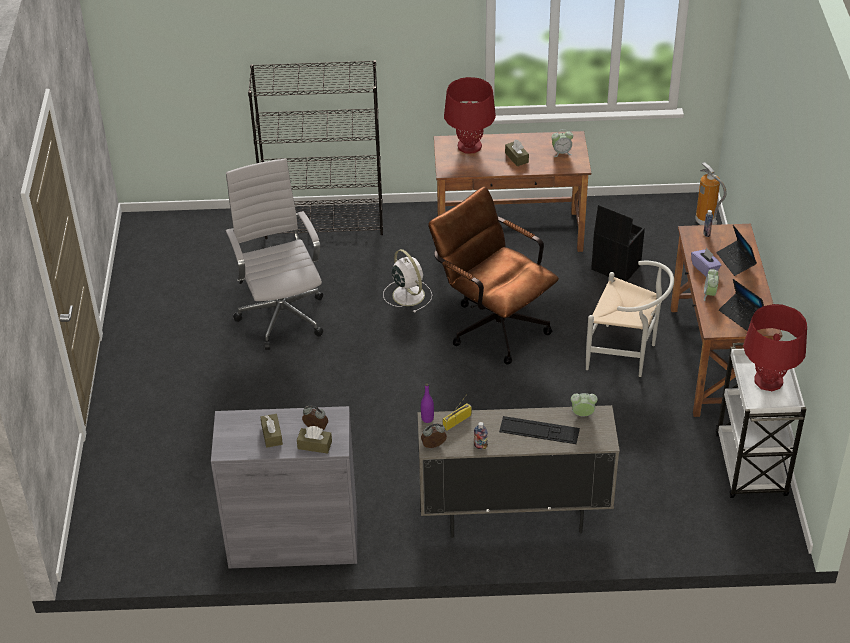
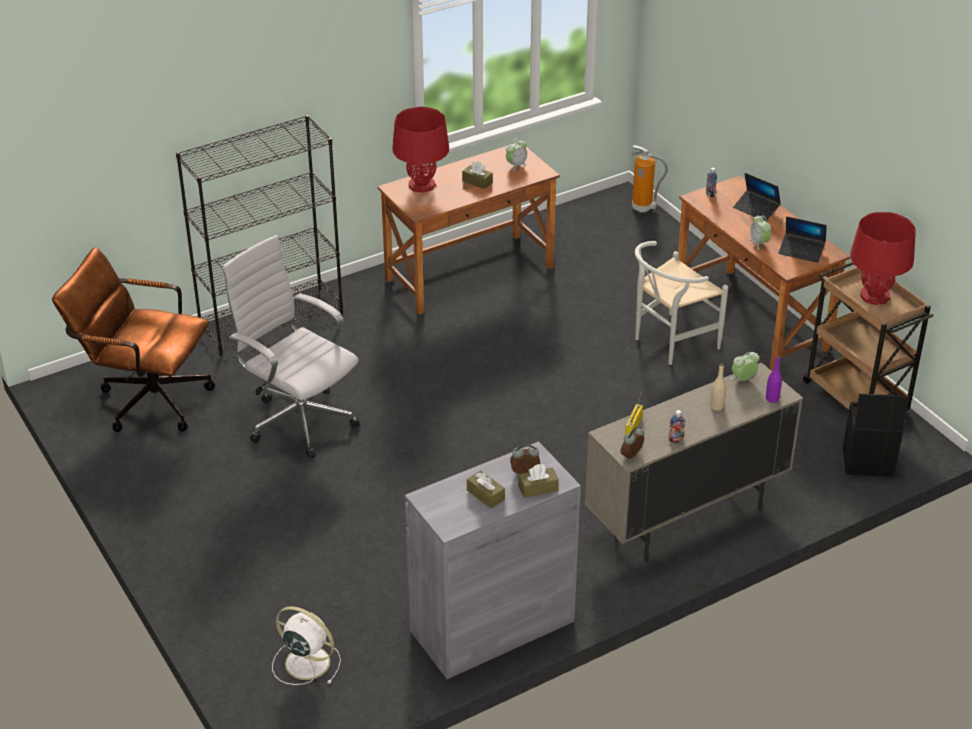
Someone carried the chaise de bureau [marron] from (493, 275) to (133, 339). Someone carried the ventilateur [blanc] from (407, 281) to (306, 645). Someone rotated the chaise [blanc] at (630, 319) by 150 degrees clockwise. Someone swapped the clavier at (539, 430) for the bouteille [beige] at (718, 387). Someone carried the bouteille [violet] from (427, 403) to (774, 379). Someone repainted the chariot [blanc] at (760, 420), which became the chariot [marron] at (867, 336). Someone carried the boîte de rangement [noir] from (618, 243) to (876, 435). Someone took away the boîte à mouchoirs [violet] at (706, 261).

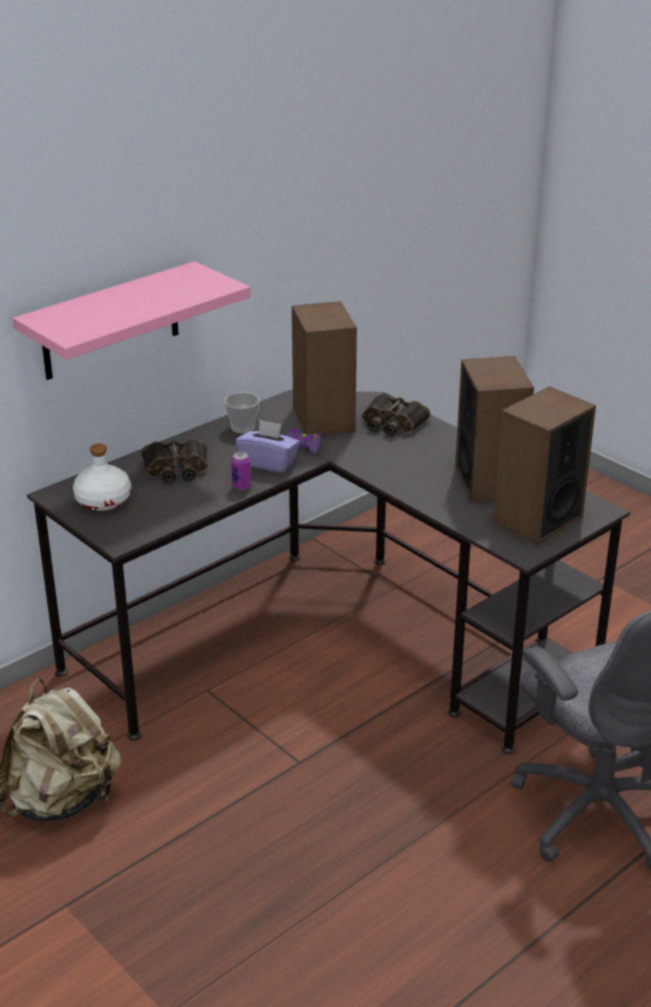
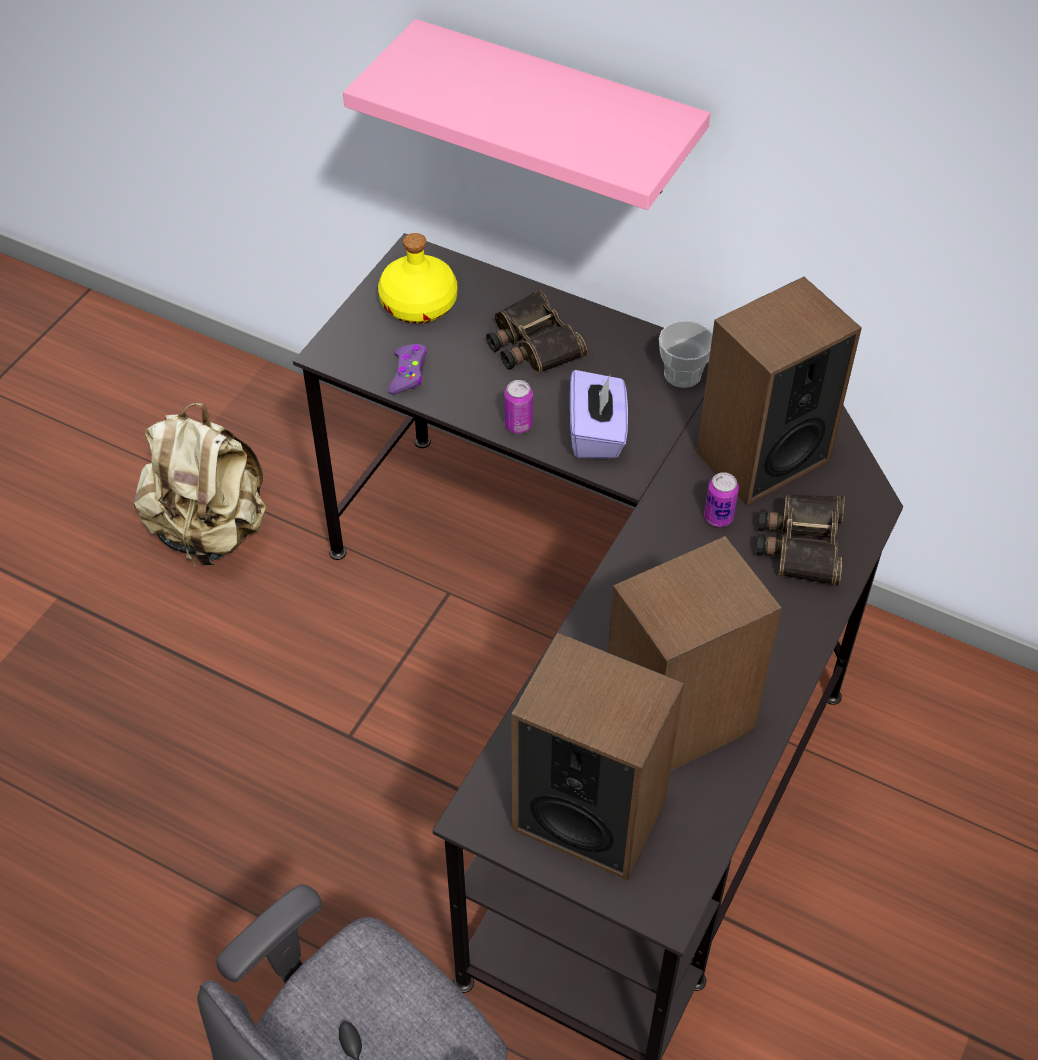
Someone repainted the bouteille [blanc] at (102, 477), which became the bouteille [jaune] at (417, 278). Someone carried the manette [violet] from (303, 441) to (407, 369). Someone put down the boîte métallique at (721, 499).

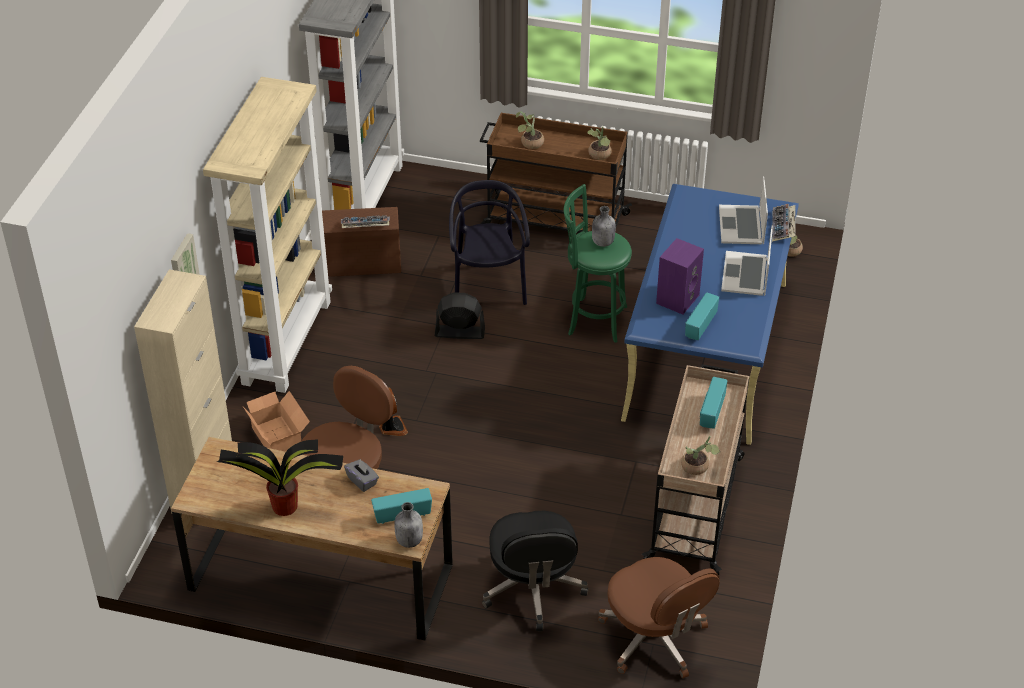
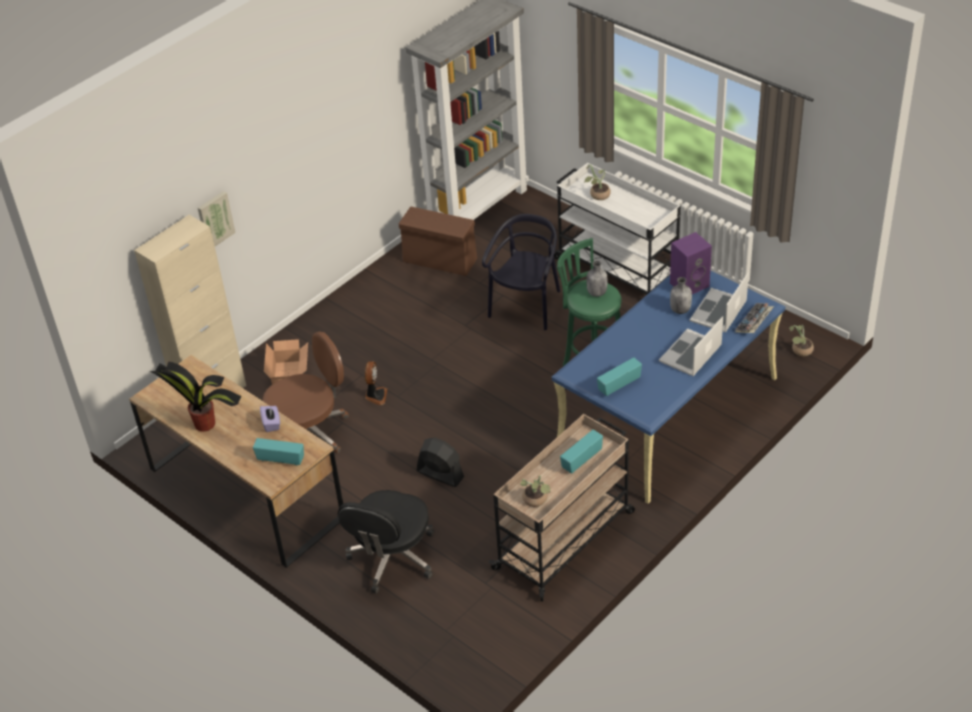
Someone repainted the boîte à mouchoirs [gris] at (361, 475), which became the boîte à mouchoirs [violet] at (270, 419). Someone carried the ventilateur [noir] from (460, 315) to (440, 462). Someone repainted the chariot [marron] at (556, 173), which became the chariot [blanc] at (617, 228). Someone carried the enceinte [violet] from (680, 276) to (691, 263). Someone carried the bouteille [gris] from (408, 525) to (681, 295). Someone took away the bibliothèque [beige] at (267, 235). Someone took away the clavier at (365, 221). Someone took away the plante en pot at (599, 143). Someone took away the chaise de bureau [marron] at (659, 617).

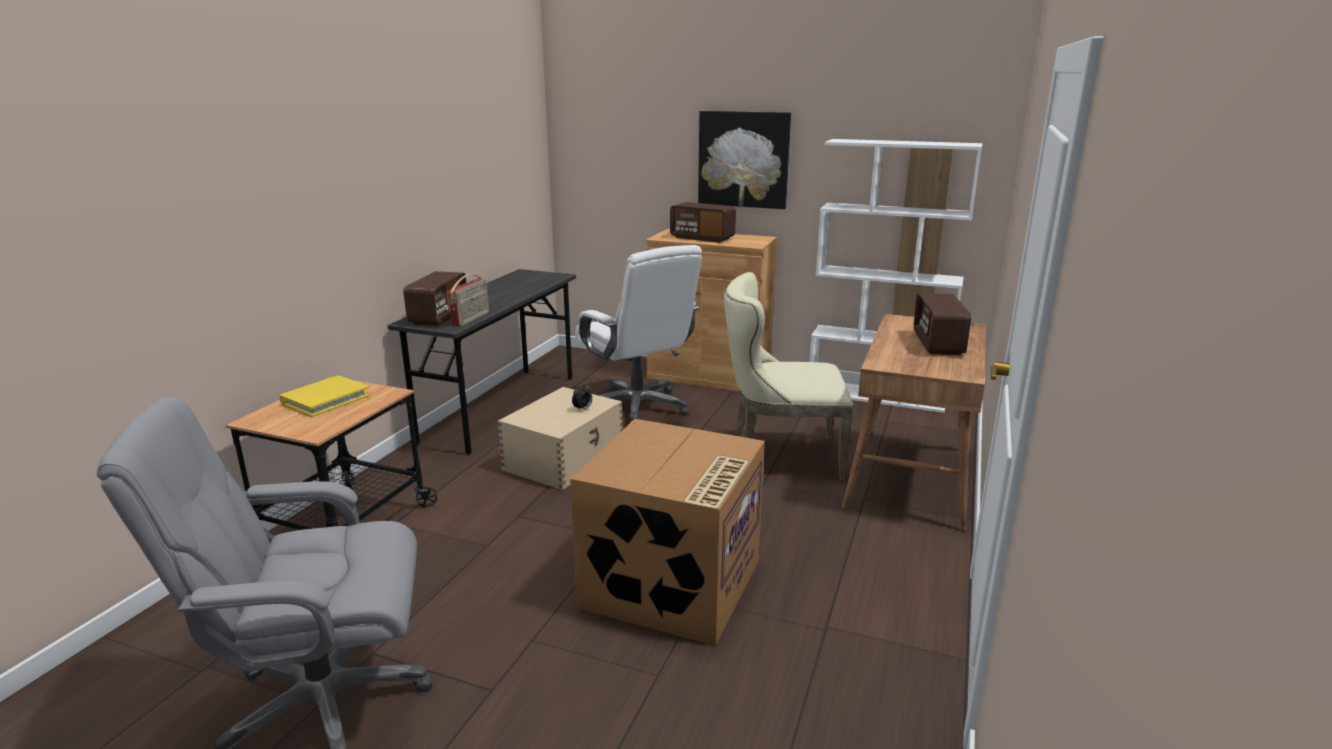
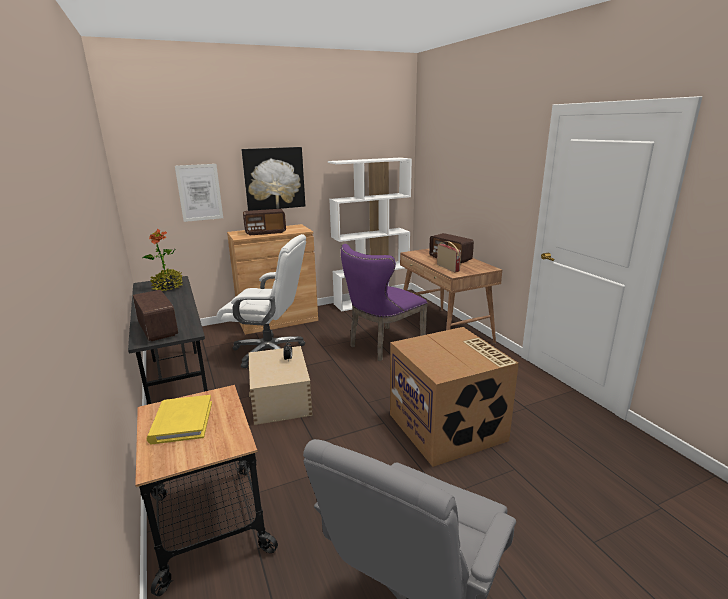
Someone put down the plante en pot at (162, 260). Someone put up the tableau at (199, 193). Someone repainted the chaise [beige] at (789, 376), which became the chaise [violet] at (384, 302). Someone carried the radio from (469, 300) to (449, 256).

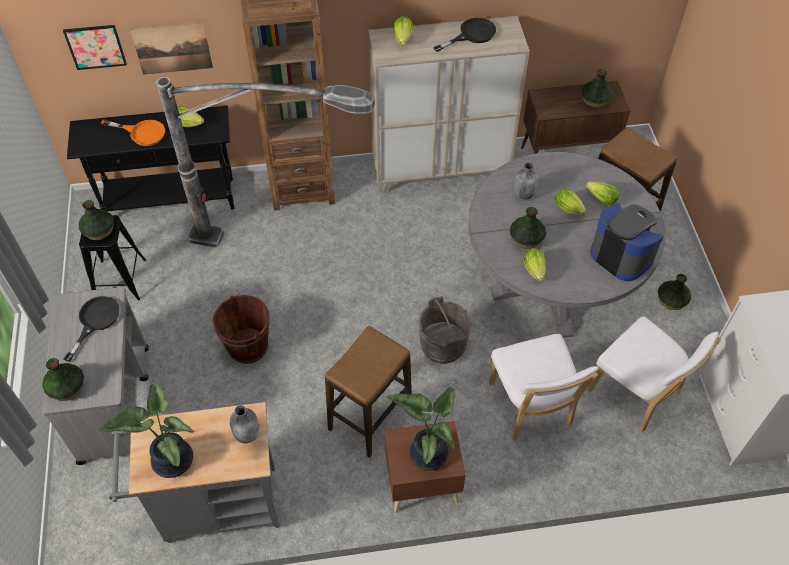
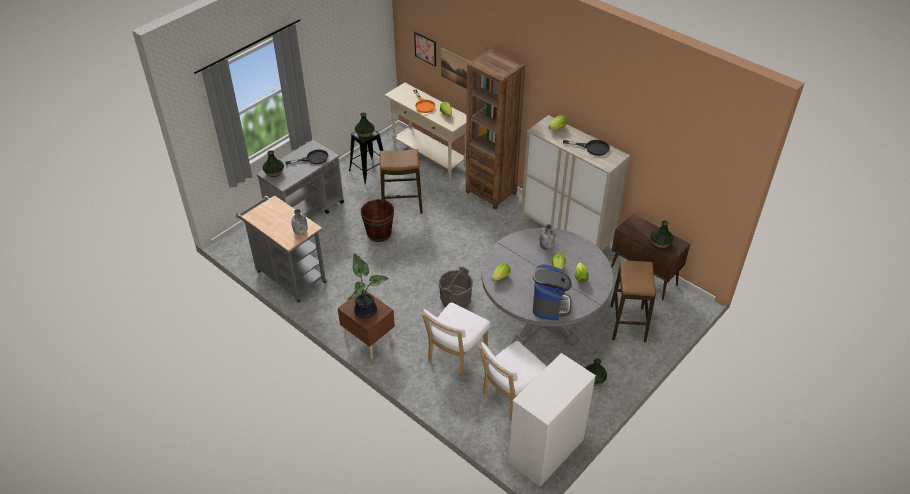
Someone carried the tabouret from (368, 392) to (401, 181). Someone repainted the table console [noir] at (150, 159), which became the table console [beige] at (425, 131). Someone rotated the chaise [blanc] at (654, 374) by 45 degrees clockwise. Someone took away the plante en pot at (146, 430). Someone took away the lampadaire at (265, 162). Someone took away the vase at (528, 228).

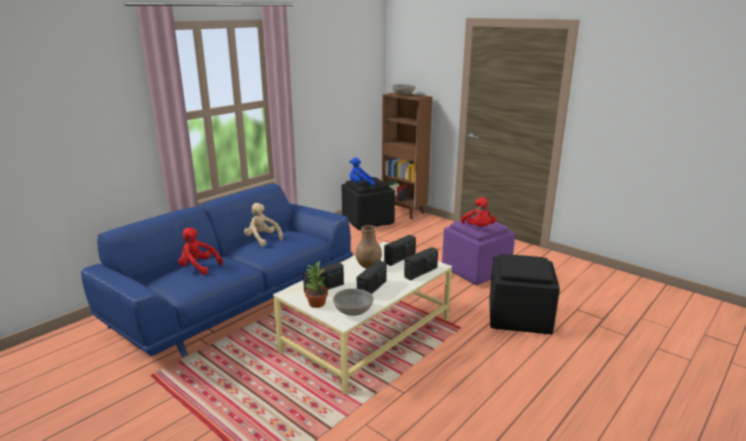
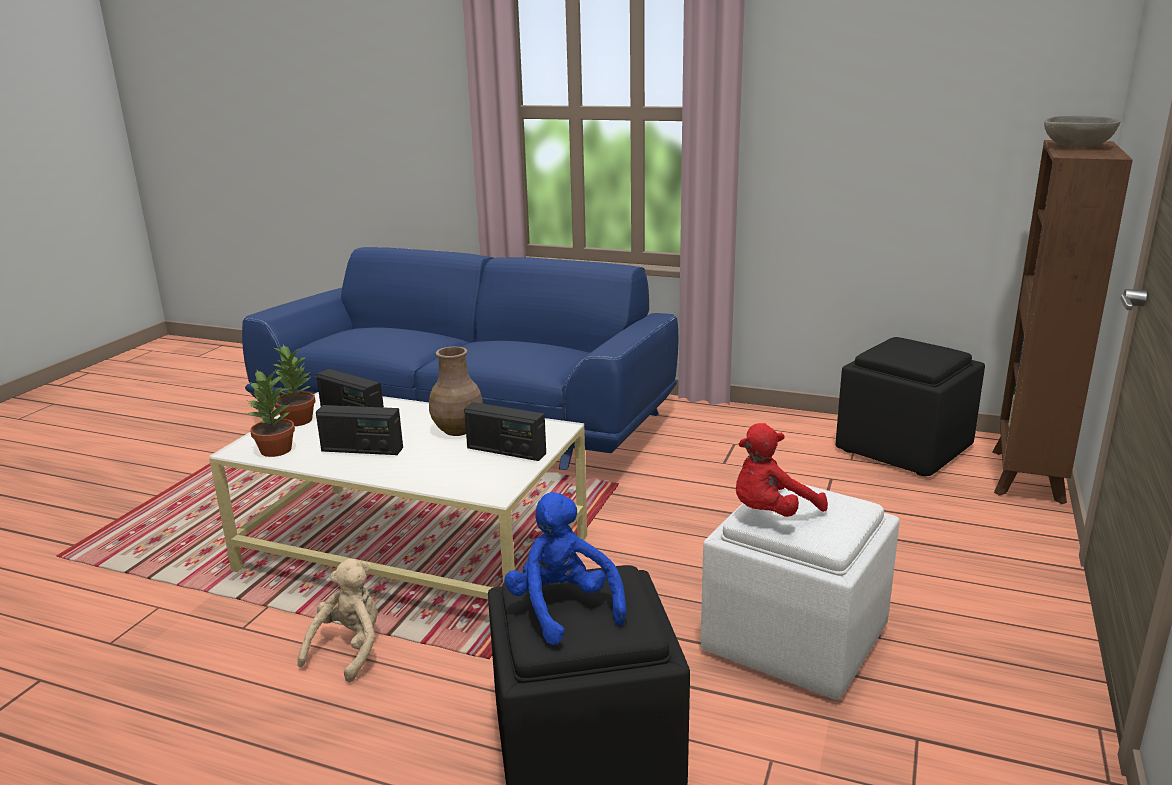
Someone swapped the bol [gris] at (353, 302) for the plante en pot at (271, 413). Someone carried the peluche [beige] from (263, 224) to (337, 620). Someone carried the peluche [bleu] from (362, 171) to (565, 568). Someone repainted the pouf [violet] at (478, 250), which became the pouf [blanc] at (800, 591). Someone took away the peluche [rouge] at (200, 251). Someone took away the radio at (421, 263).

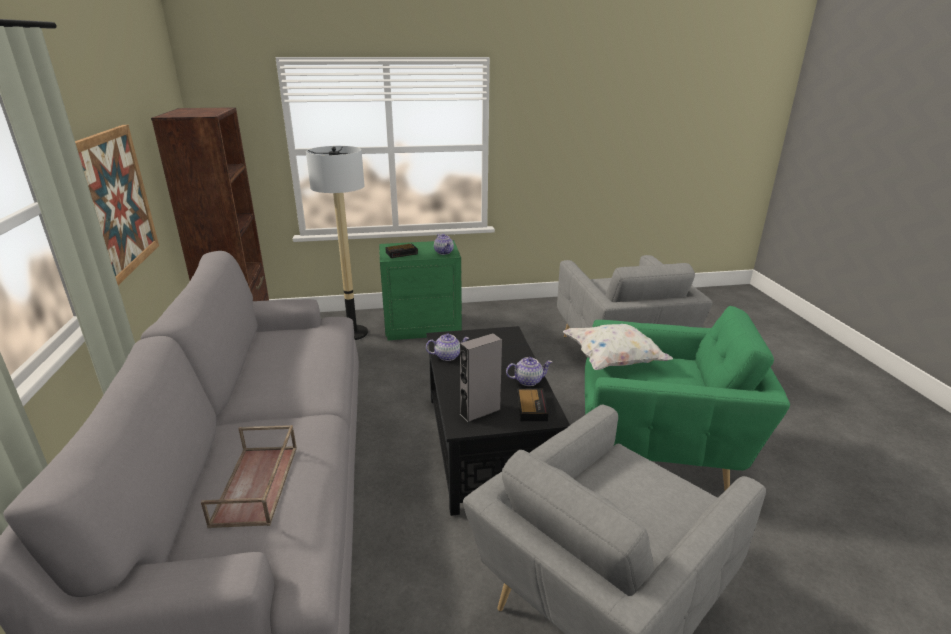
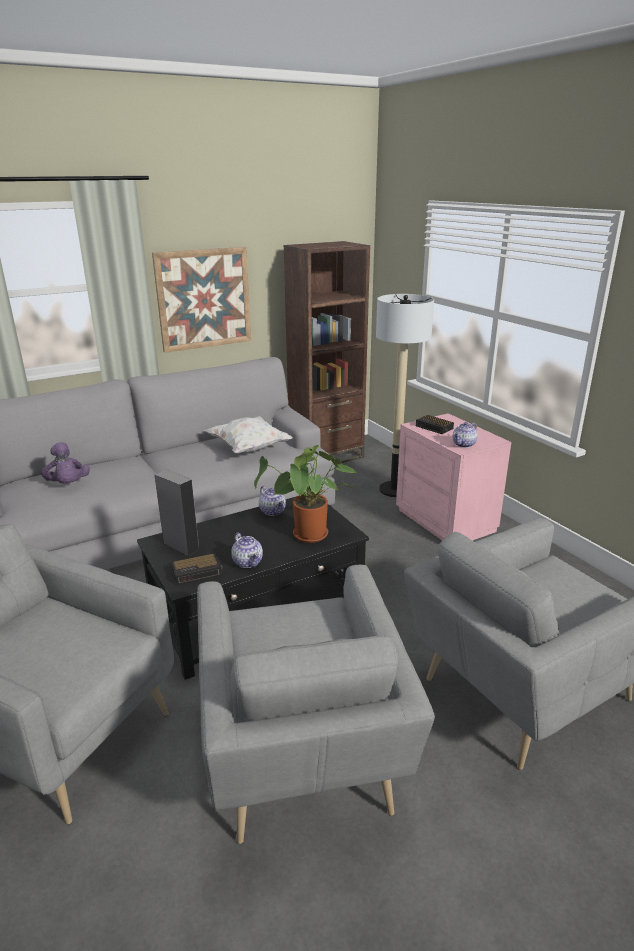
Someone swapped the plateau [marron] at (249, 476) for the peluche [violet] at (65, 463). Someone repainted the fauteuil [vert] at (687, 398), which became the fauteuil [gris] at (316, 704). Someone carried the coussin [blanc] from (618, 347) to (249, 435). Someone put down the plante en pot at (305, 494). Someone repainted the table de chevet [vert] at (420, 290), which became the table de chevet [rose] at (453, 477).

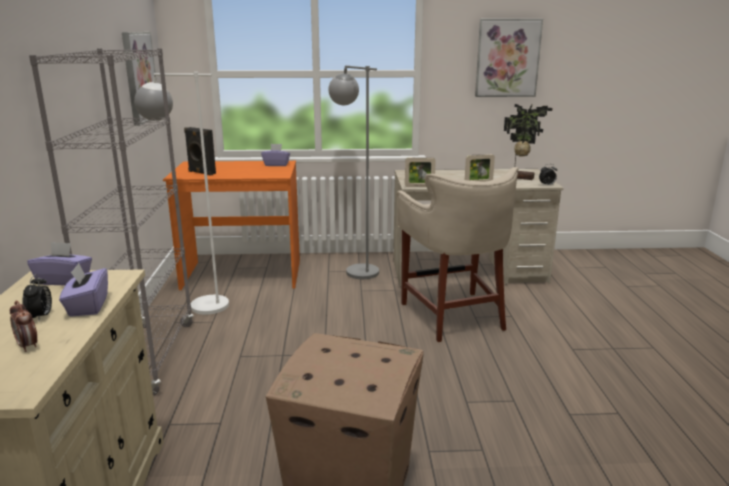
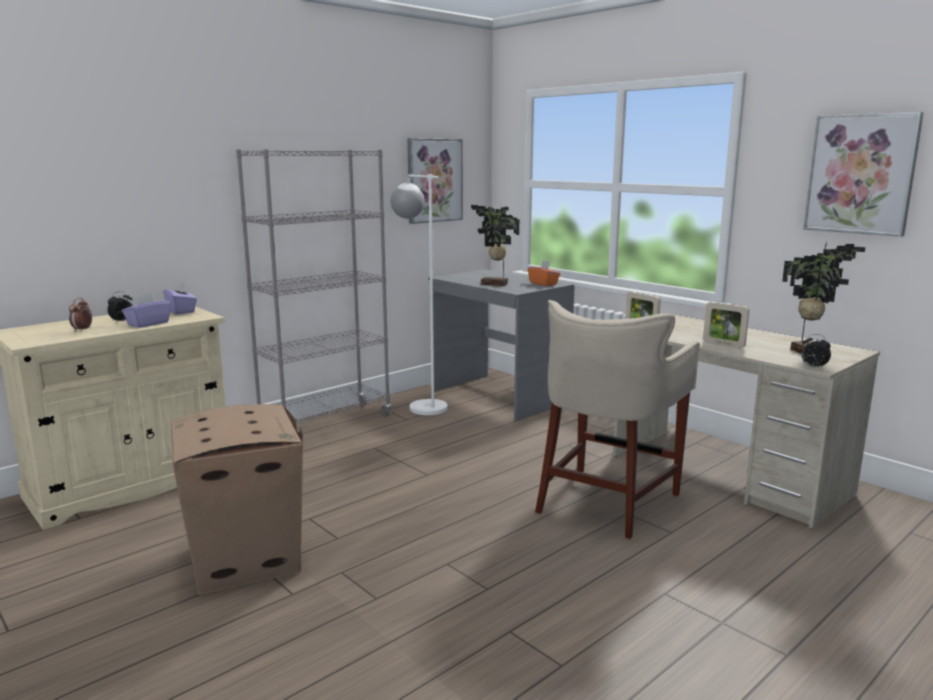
Someone repainted the bureau [orange] at (231, 225), which became the bureau [gris] at (501, 345). Someone put down the plante en pot at (495, 245). Someone repainted the boîte à mouchoirs [violet] at (275, 155), which became the boîte à mouchoirs [orange] at (544, 273). Someone took away the enceinte [noir] at (200, 151). Someone took away the lampadaire [gris] at (353, 172).

